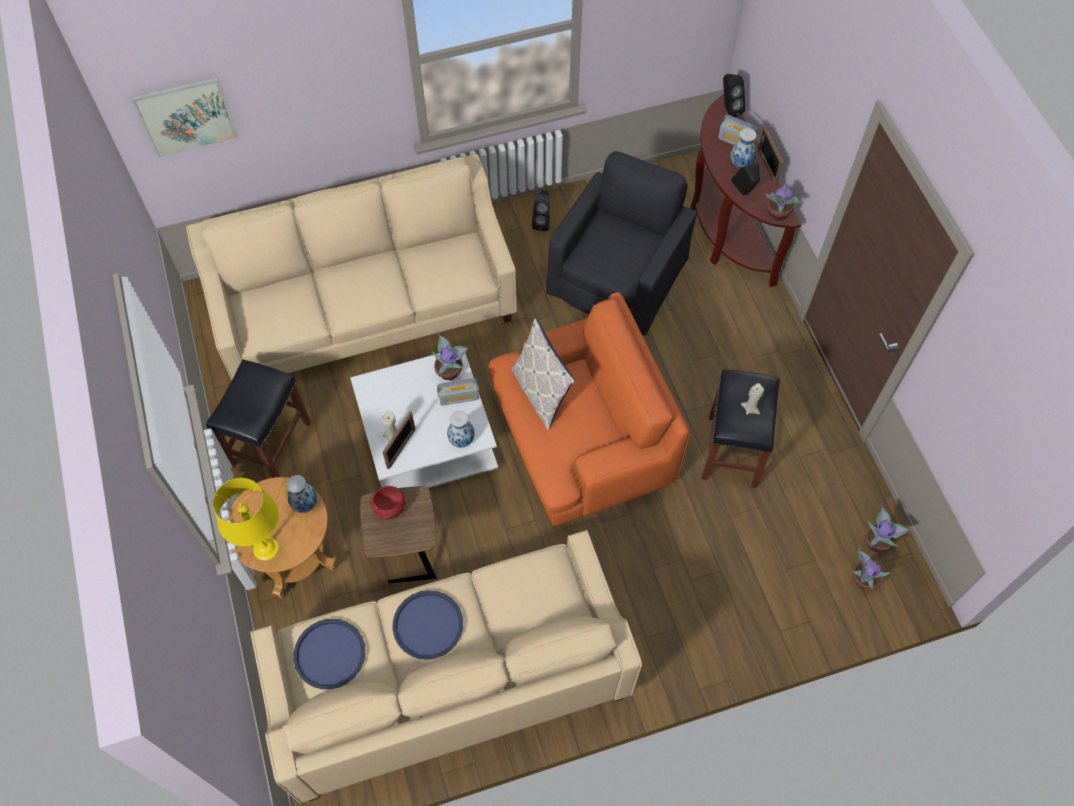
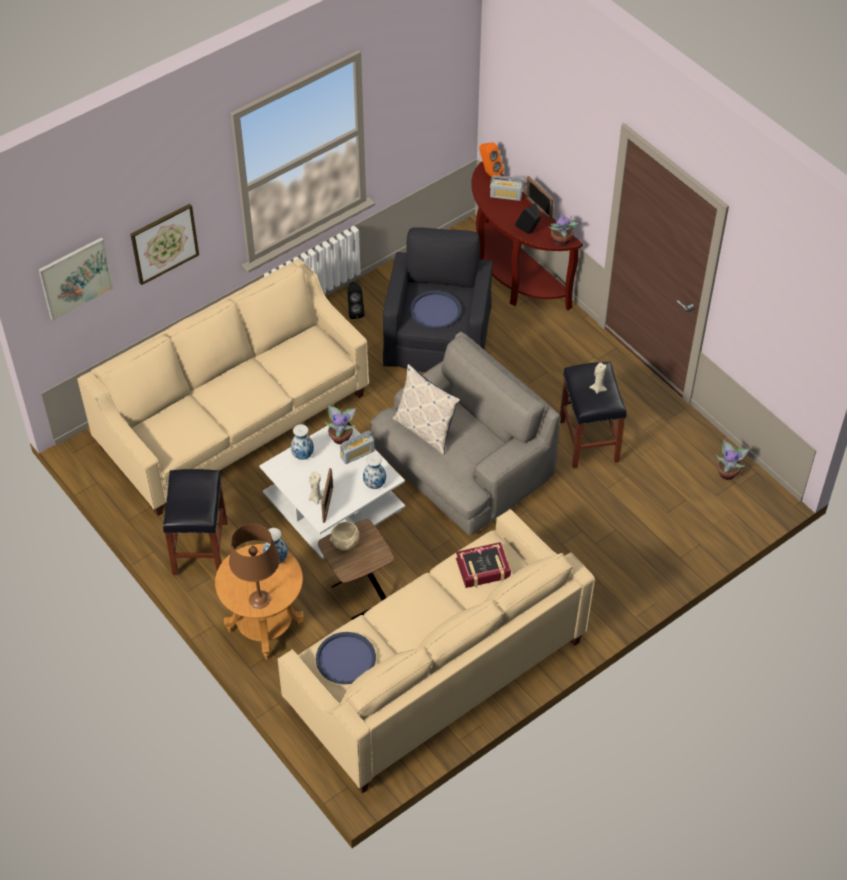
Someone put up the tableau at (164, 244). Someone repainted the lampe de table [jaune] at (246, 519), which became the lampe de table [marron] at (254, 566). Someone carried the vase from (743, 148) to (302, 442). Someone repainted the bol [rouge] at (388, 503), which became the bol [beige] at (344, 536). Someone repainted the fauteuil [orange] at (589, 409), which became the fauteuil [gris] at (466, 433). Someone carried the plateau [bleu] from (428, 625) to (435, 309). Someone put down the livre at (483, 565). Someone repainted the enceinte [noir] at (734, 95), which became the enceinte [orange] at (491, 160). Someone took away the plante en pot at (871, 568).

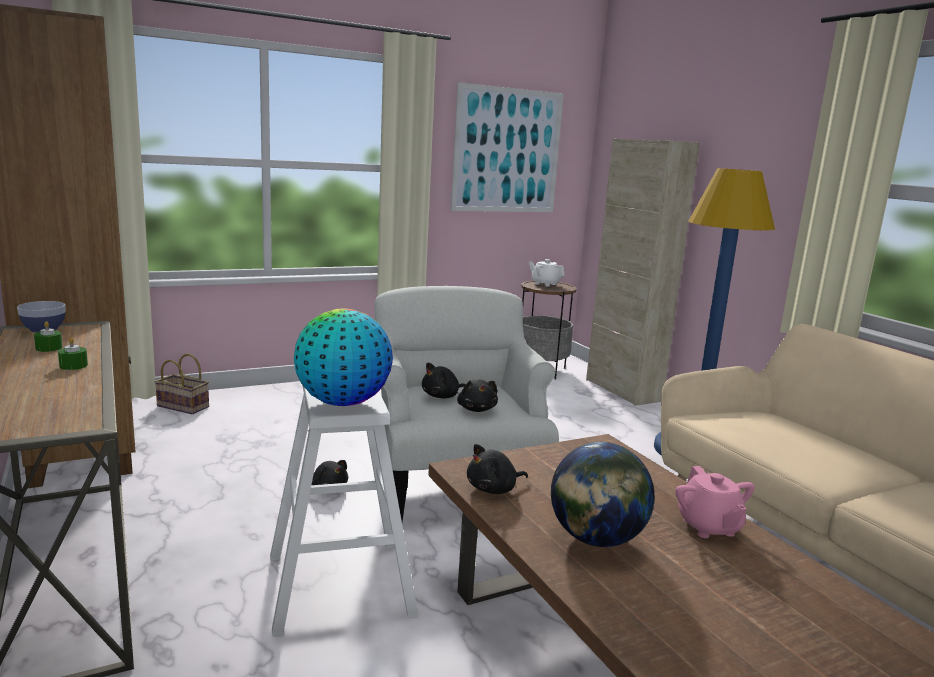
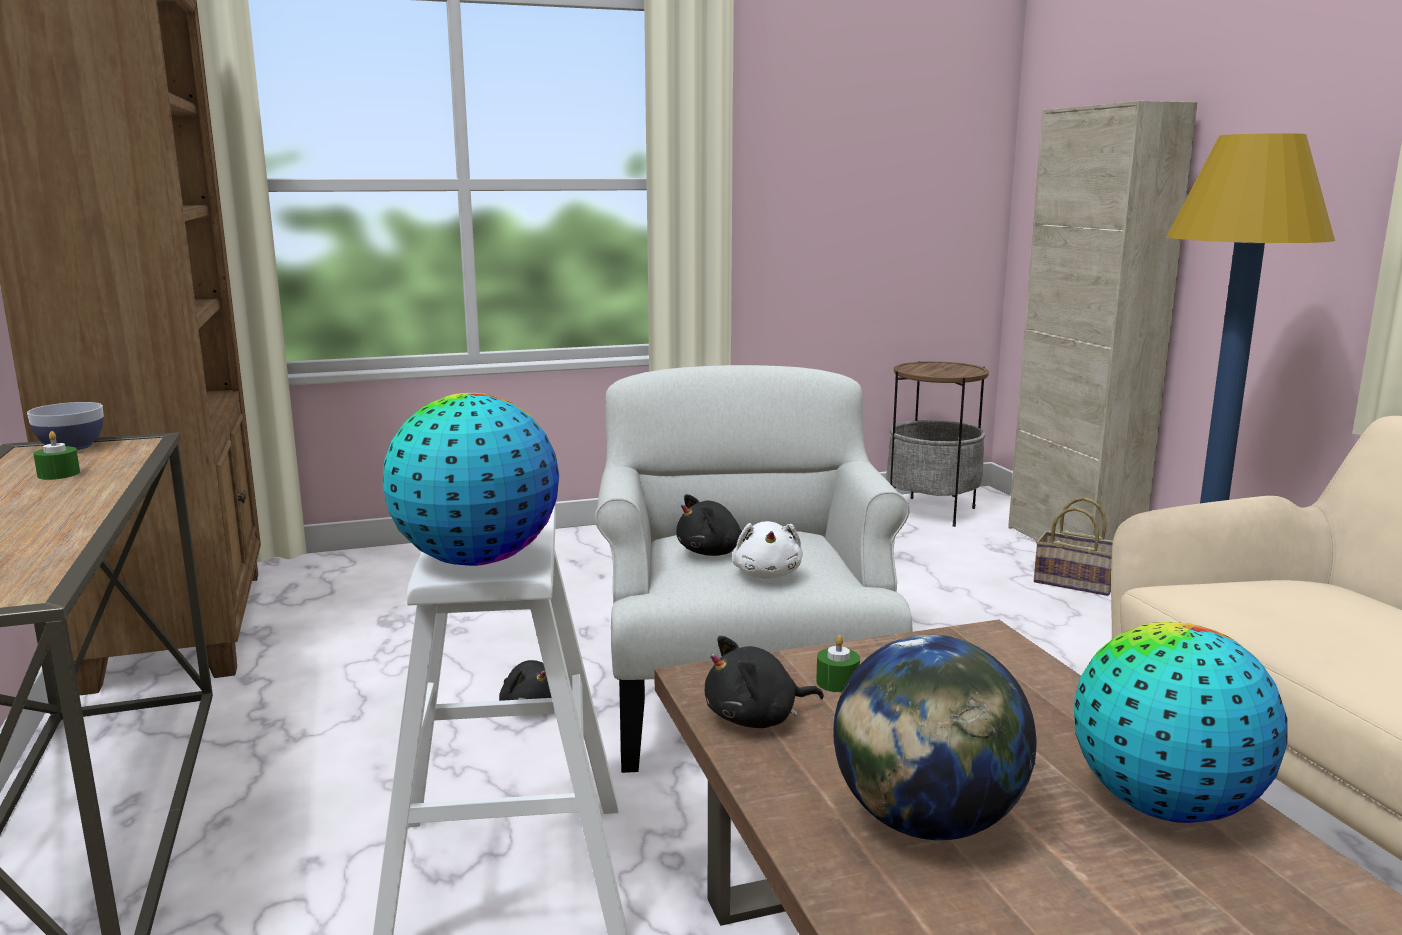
Someone repainted the peluche [noir] at (477, 395), which became the peluche [blanc] at (767, 550). Someone carried the bougie [vert] from (73, 353) to (838, 663). Someone carried the panier from (181, 383) to (1073, 546). Someone swapped the théière [rose] at (715, 502) for the globe at (1181, 722). Someone took away the tableau at (507, 147). Someone took away the théière [blanc] at (546, 273).

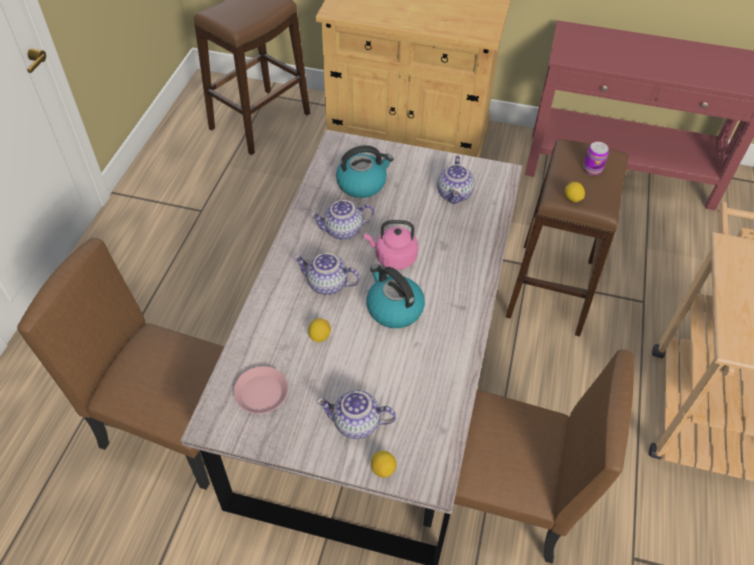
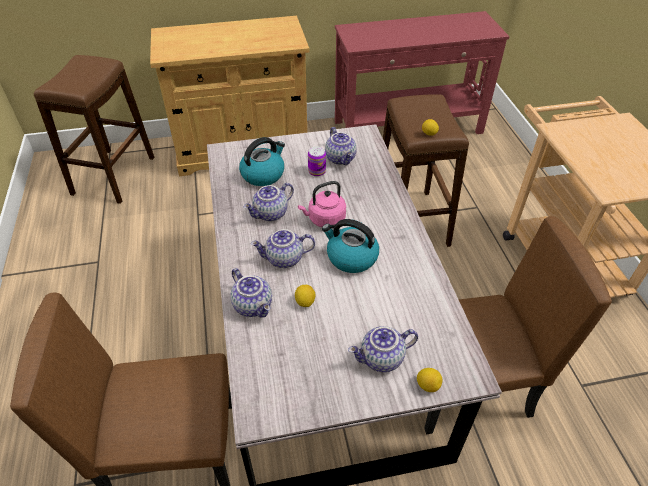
Someone put down the théière at (251, 293). Someone carried the boîte métallique from (596, 158) to (317, 162). Someone took away the assiette [rose] at (260, 390).

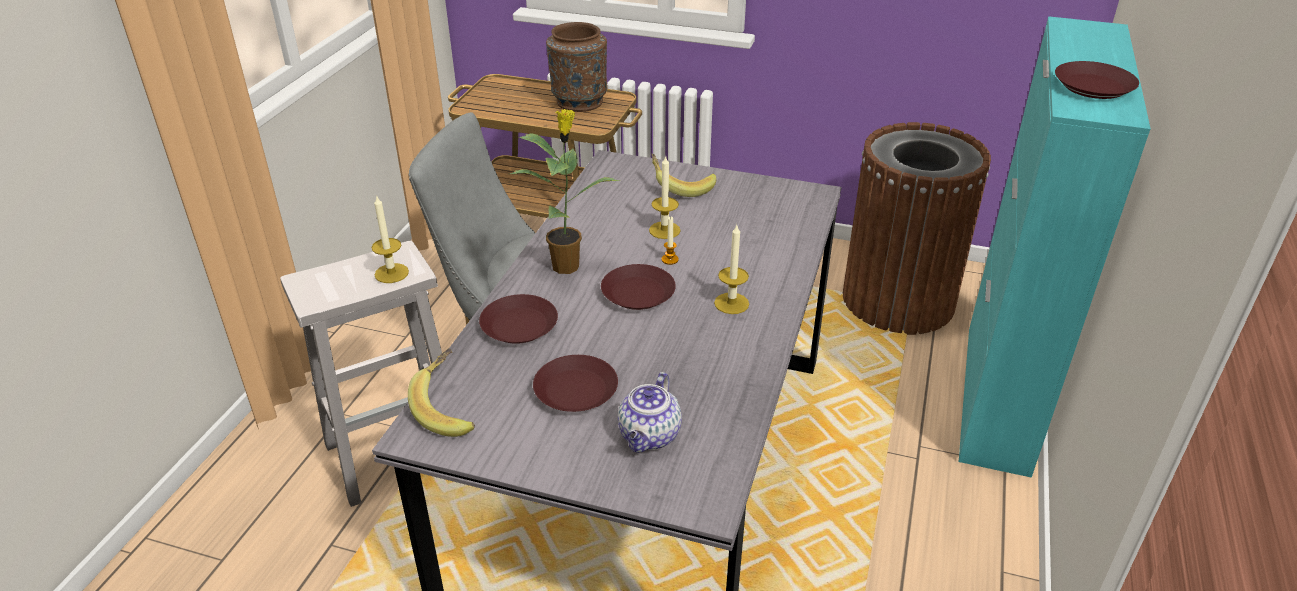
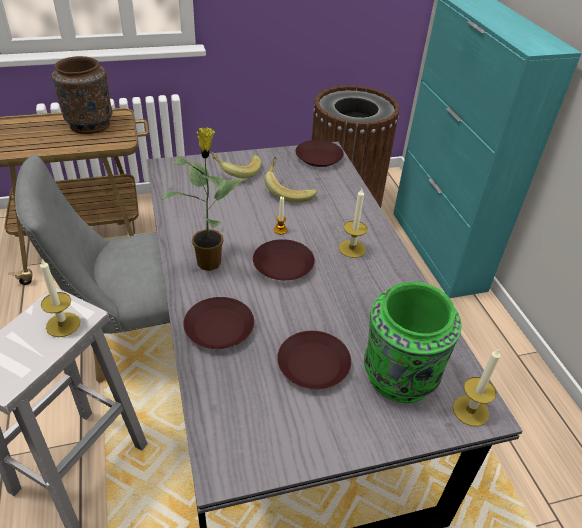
Someone carried the banane from (441, 392) to (290, 180). Someone carried the assiette [marron] from (1097, 80) to (319, 153). Someone swapped the théière at (650, 412) for the vase [vert] at (413, 342). Someone carried the bougie from (665, 197) to (476, 387).

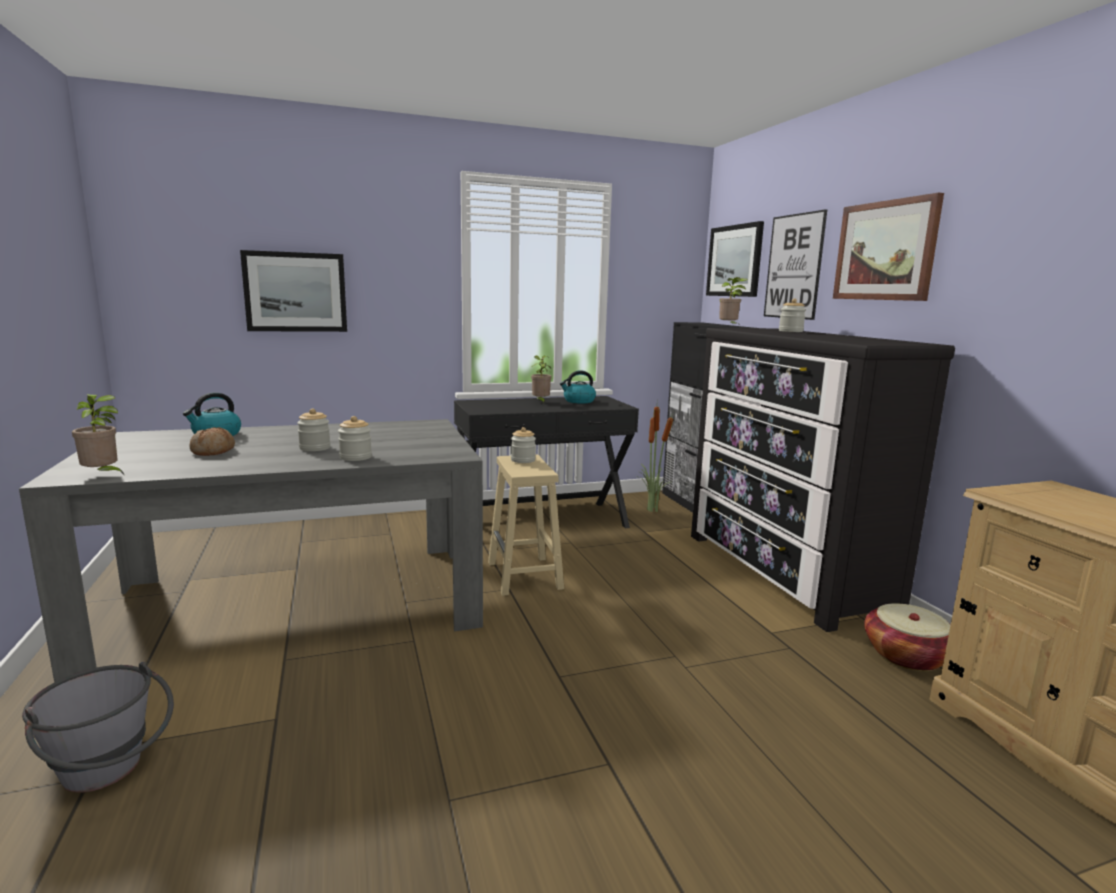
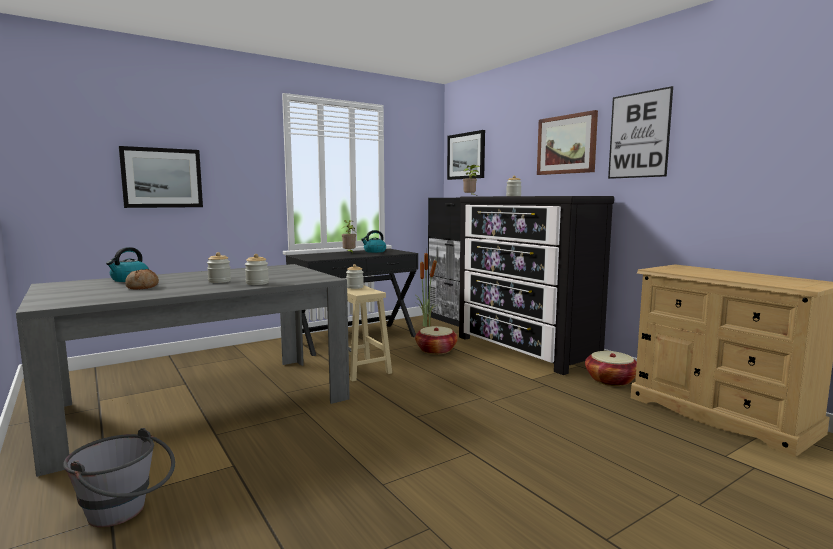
Someone put down the panier at (436, 340). Someone carried the tableau from (795, 264) to (640, 132). Someone took away the plante en pot at (98, 434).

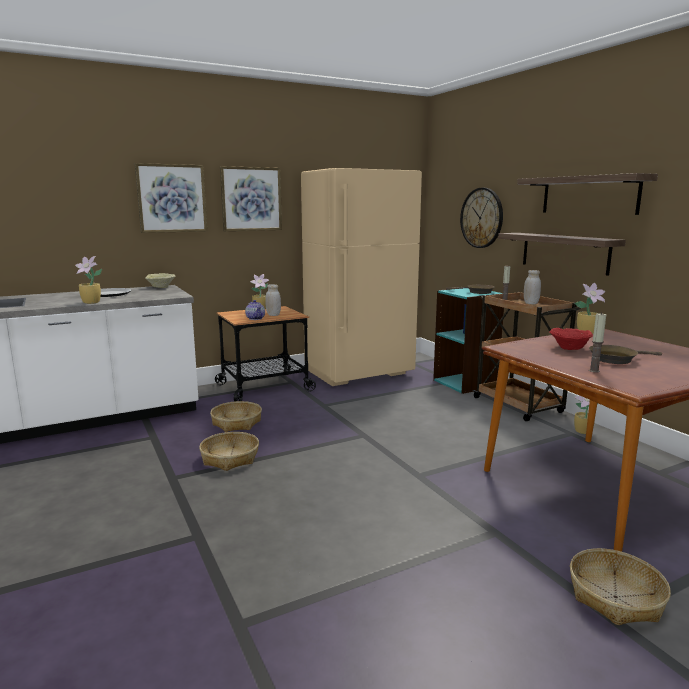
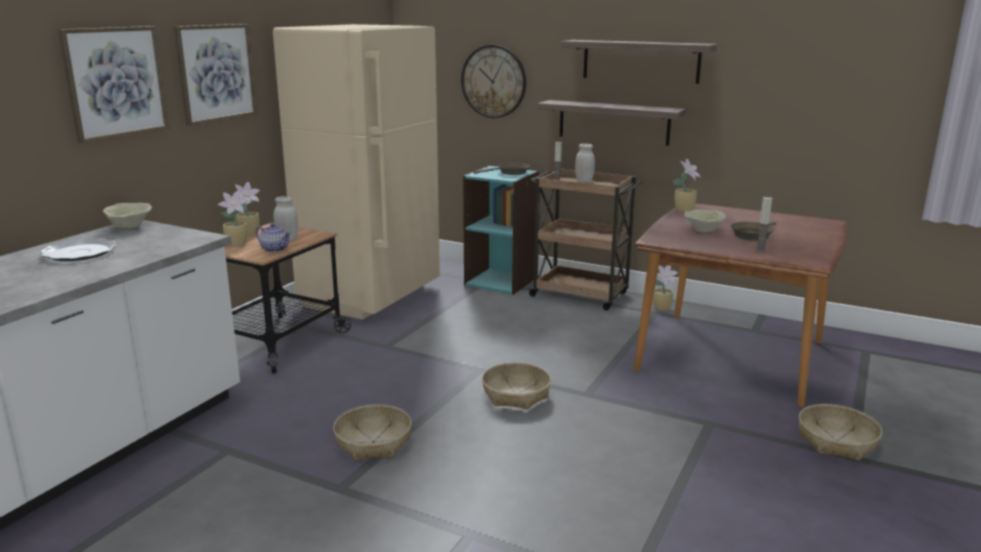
Someone carried the plante en pot from (88, 280) to (233, 219). Someone carried the panier from (236, 416) to (516, 386). Someone repainted the bol [rouge] at (571, 339), which became the bol [beige] at (705, 221).

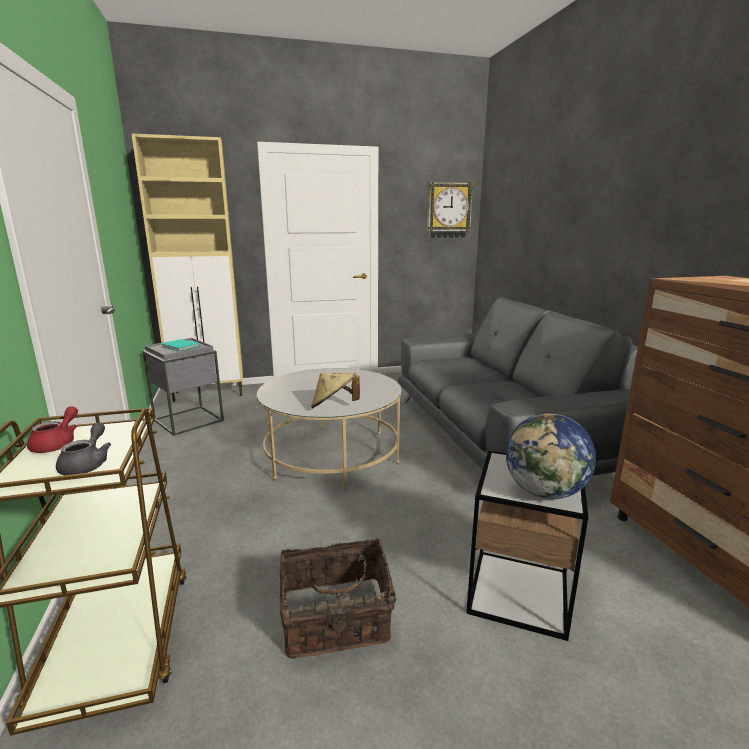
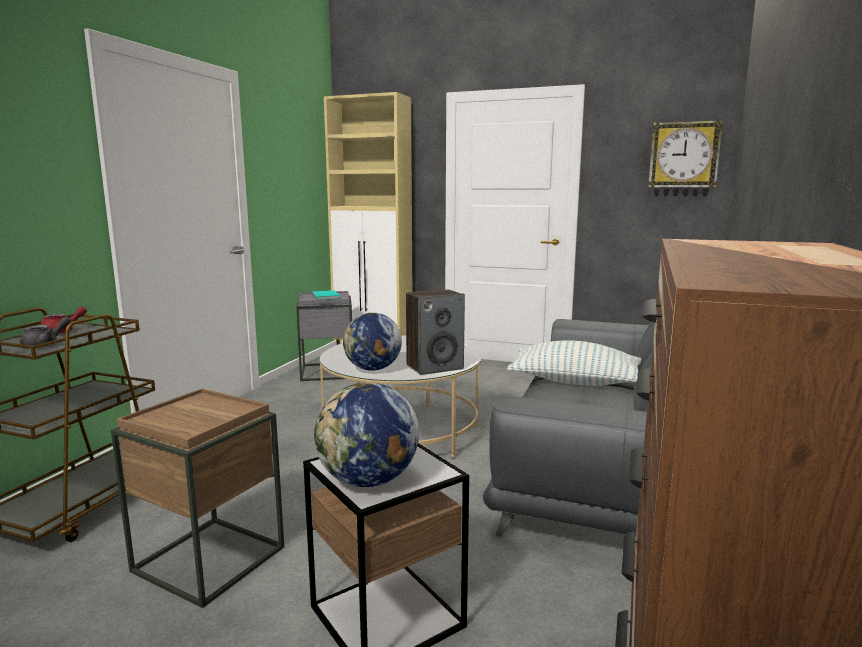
Someone swapped the panier at (338, 598) for the table d'appoint [marron] at (197, 498). Someone swapped the chapeau [beige] at (335, 390) for the globe at (372, 342). Someone put down the enceinte at (435, 332). Someone put down the coussin at (574, 363).

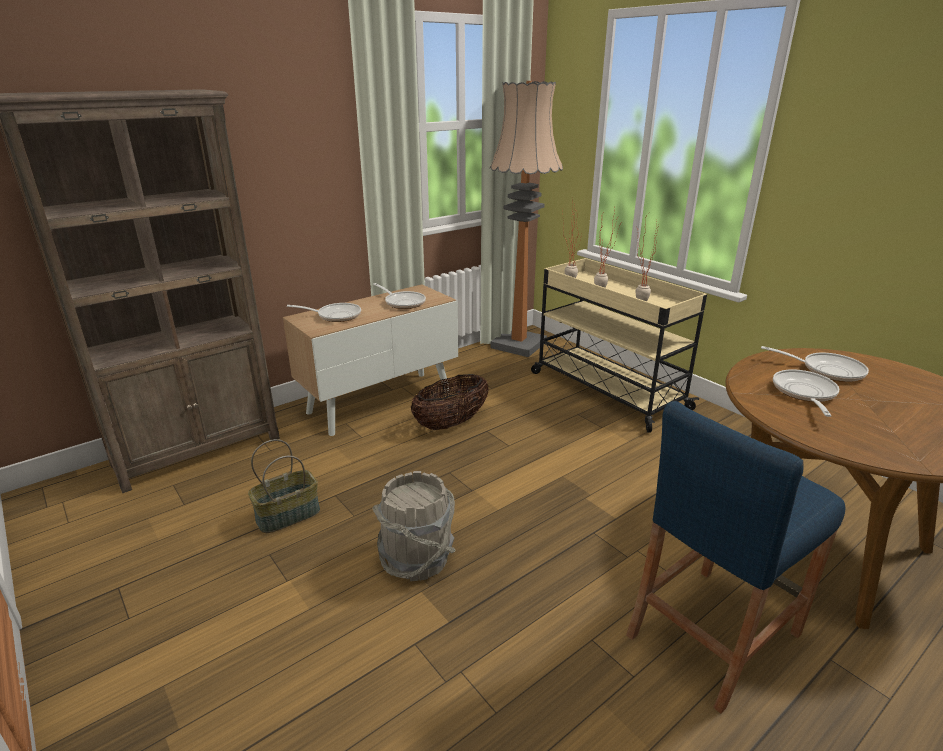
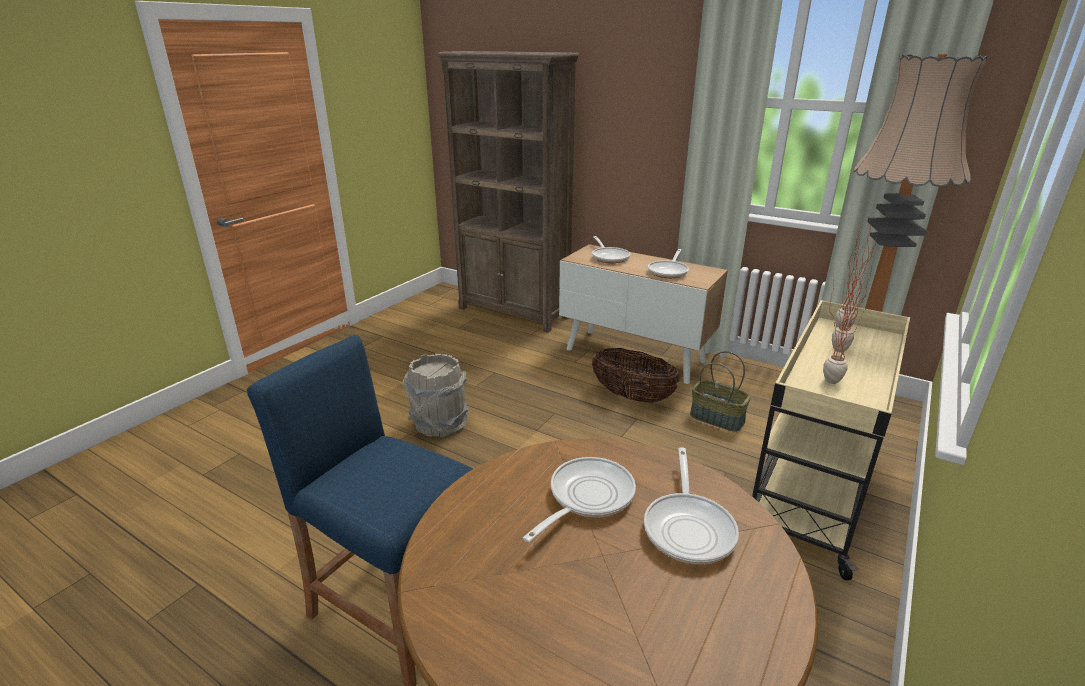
Someone rotated the poêle at (806, 393) by 45 degrees counterclockwise. Someone carried the panier from (284, 486) to (720, 391).

